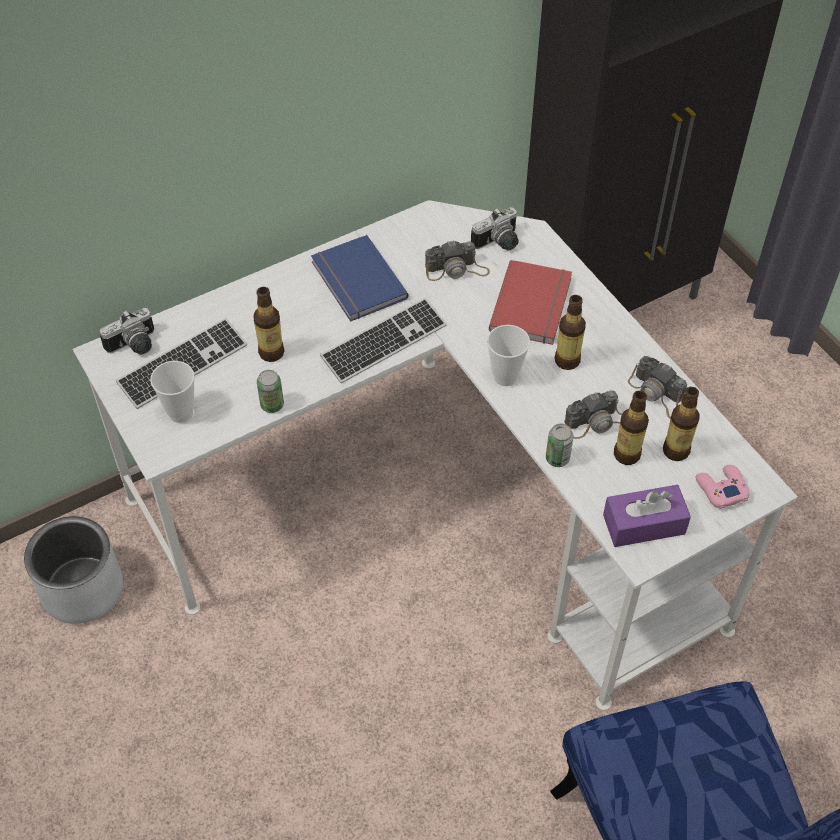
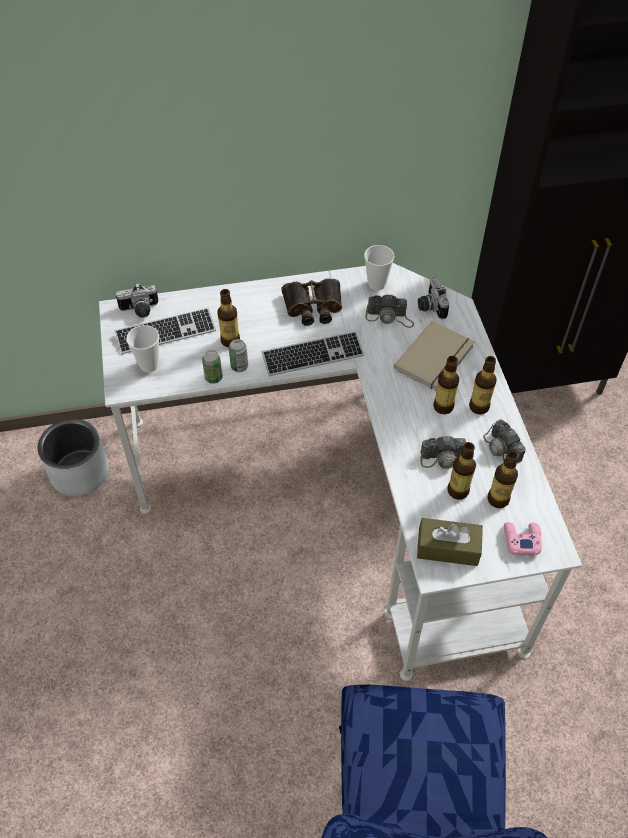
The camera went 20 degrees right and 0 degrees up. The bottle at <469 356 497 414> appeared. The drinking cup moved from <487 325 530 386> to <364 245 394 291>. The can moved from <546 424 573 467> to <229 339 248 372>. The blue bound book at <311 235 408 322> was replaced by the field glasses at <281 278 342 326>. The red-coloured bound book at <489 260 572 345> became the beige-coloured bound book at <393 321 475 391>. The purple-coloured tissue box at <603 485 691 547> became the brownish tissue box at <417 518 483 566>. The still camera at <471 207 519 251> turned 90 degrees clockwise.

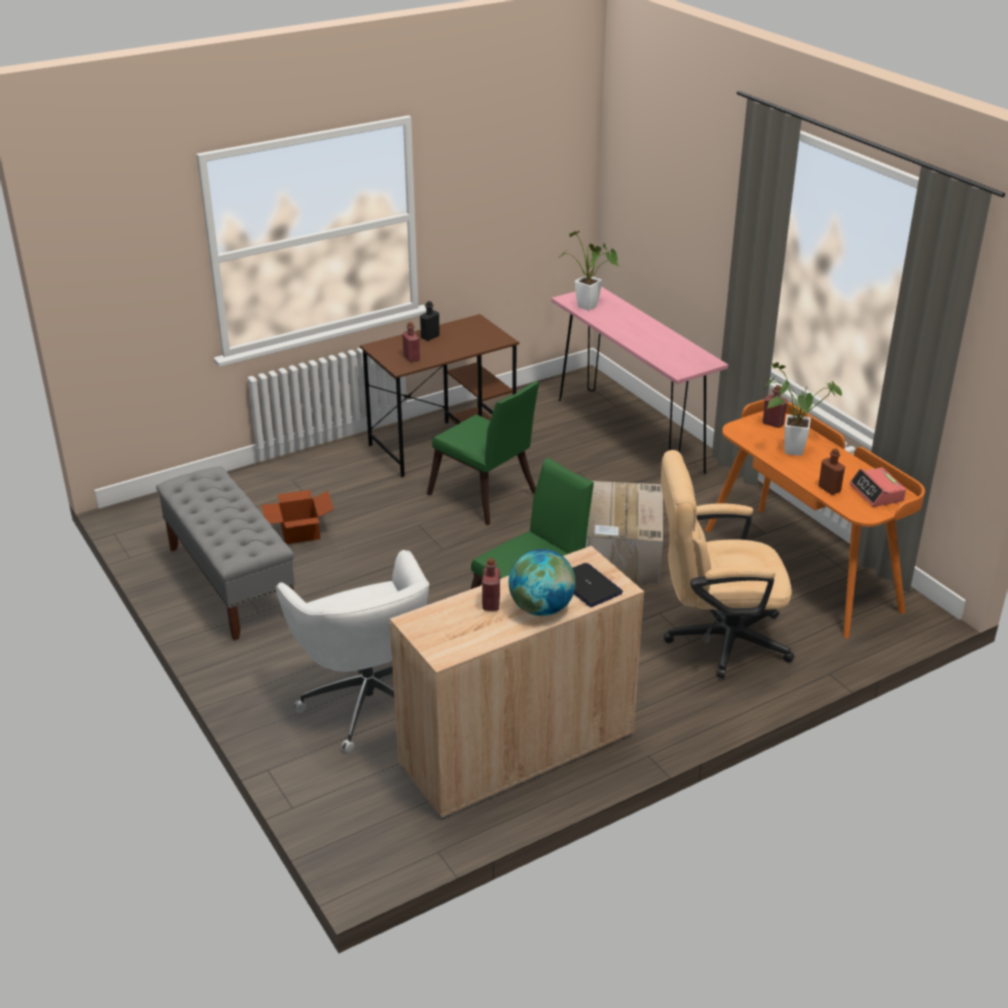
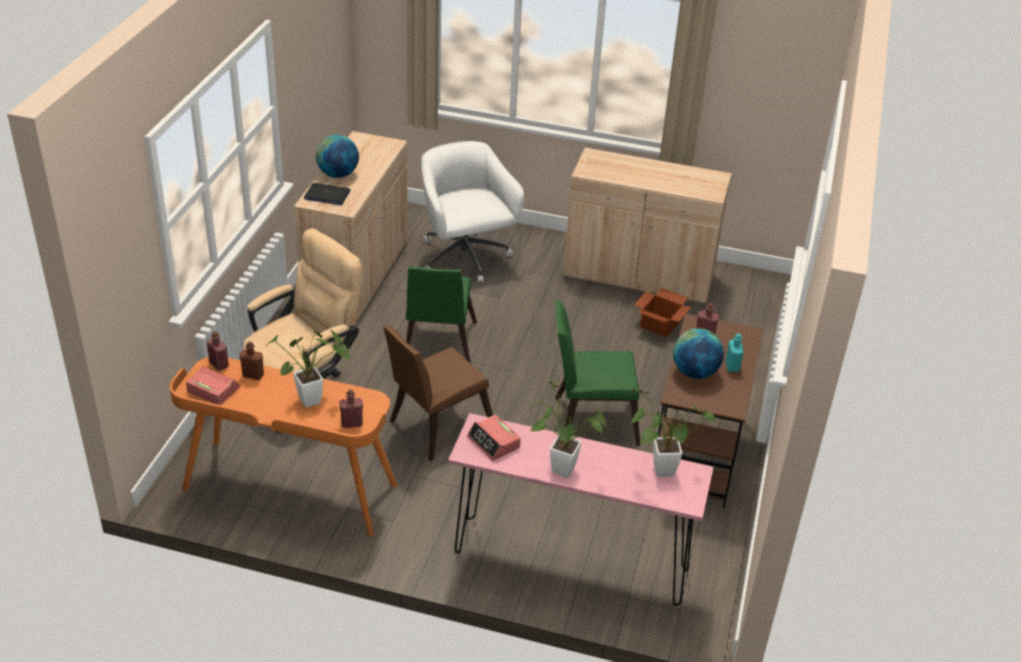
The camera went 135 degrees right and 5 degrees up. The table clock at <467 415 521 461> appeared. The houseplant at <529 379 606 478> appeared. The desk globe at <673 328 724 379> appeared. The red-coloured bottle moved from <482 558 500 611> to <207 331 229 371>. The grey indoor bench at <156 466 295 641> was replaced by the beige-coloured storage cabinet at <563 148 732 304>. The packing box at <585 481 663 584> was replaced by the brownish plain chair at <383 325 493 461>. The black-coloured bottle at <420 301 440 341> became the blue-green bottle at <725 333 744 372>. The white-coloured computer chair at <276 550 429 753> turned 45 degrees clockwise.

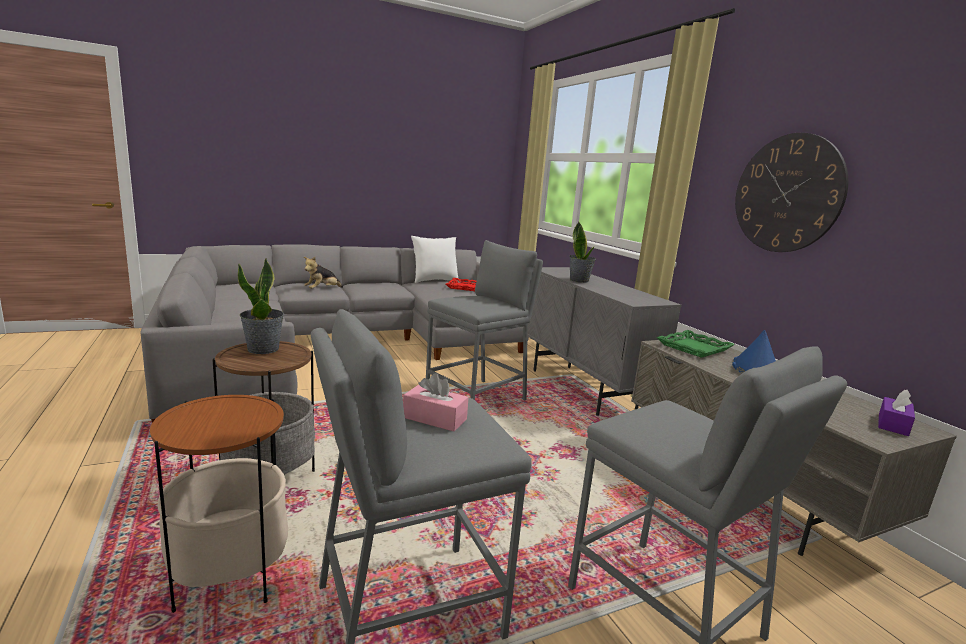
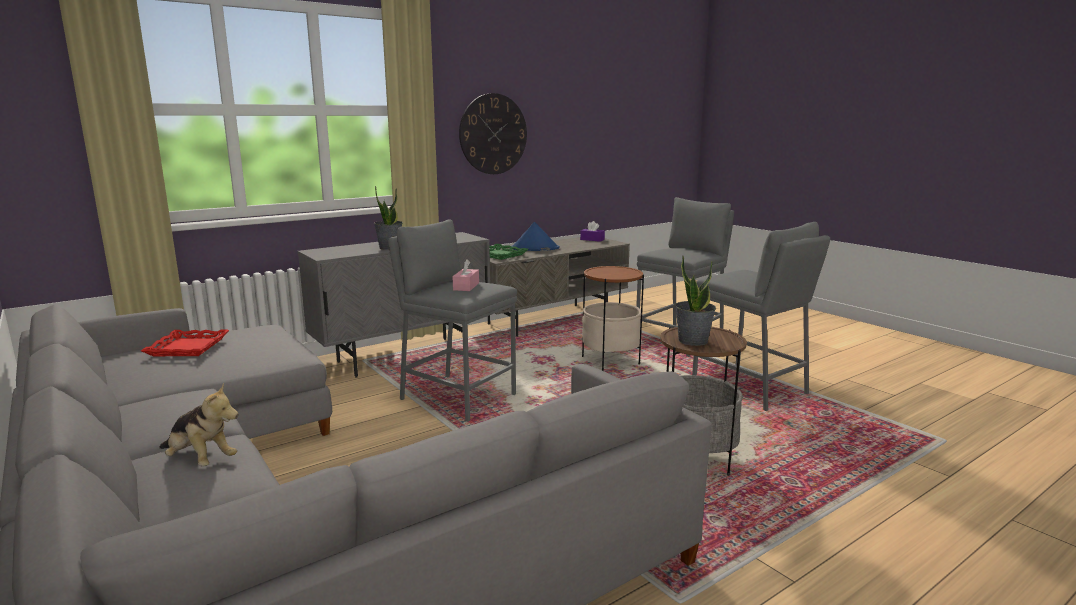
The camera went 100 degrees left and 0 degrees up. The white-coloured throw pillow at <411 236 459 283> disappeared. The end table moved from <150 395 288 613> to <582 266 644 371>. The pink tissue box moved from <403 373 469 432> to <452 259 479 291>.

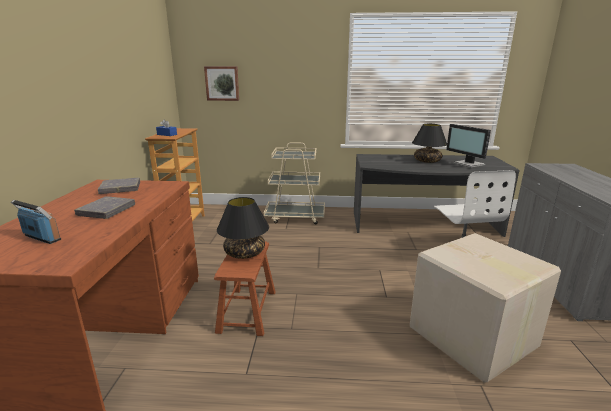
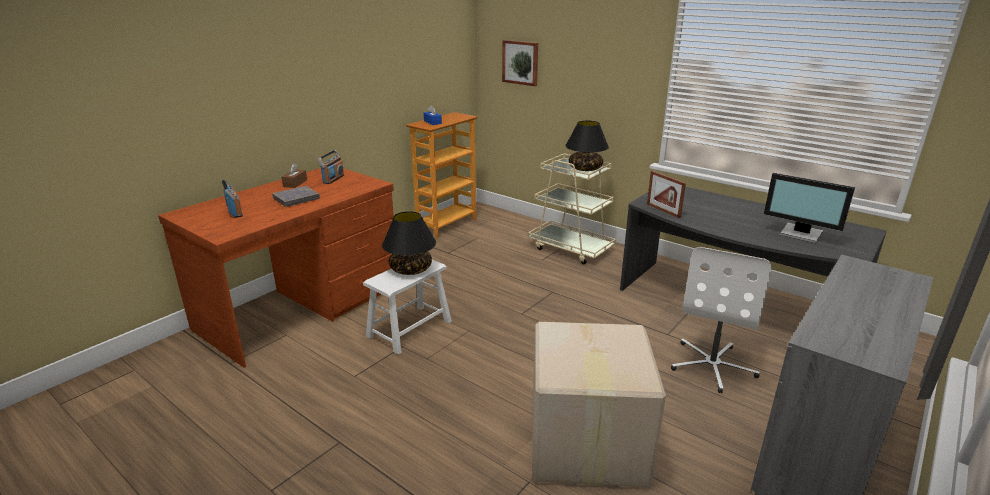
The camera went 35 degrees right and 5 degrees up. The brownish tissue box at <282 163 307 188> appeared. The picture frame at <647 171 686 218> appeared. The black-coloured table lamp moved from <412 124 448 163> to <565 121 609 171>. The grey bound book at <98 178 140 194> was replaced by the radio set at <318 150 344 184>. The brownish stool seat at <214 241 276 336> became the white-coloured stool seat at <363 260 452 354>. The computer screen at <446 124 491 167> turned 60 degrees counterclockwise.

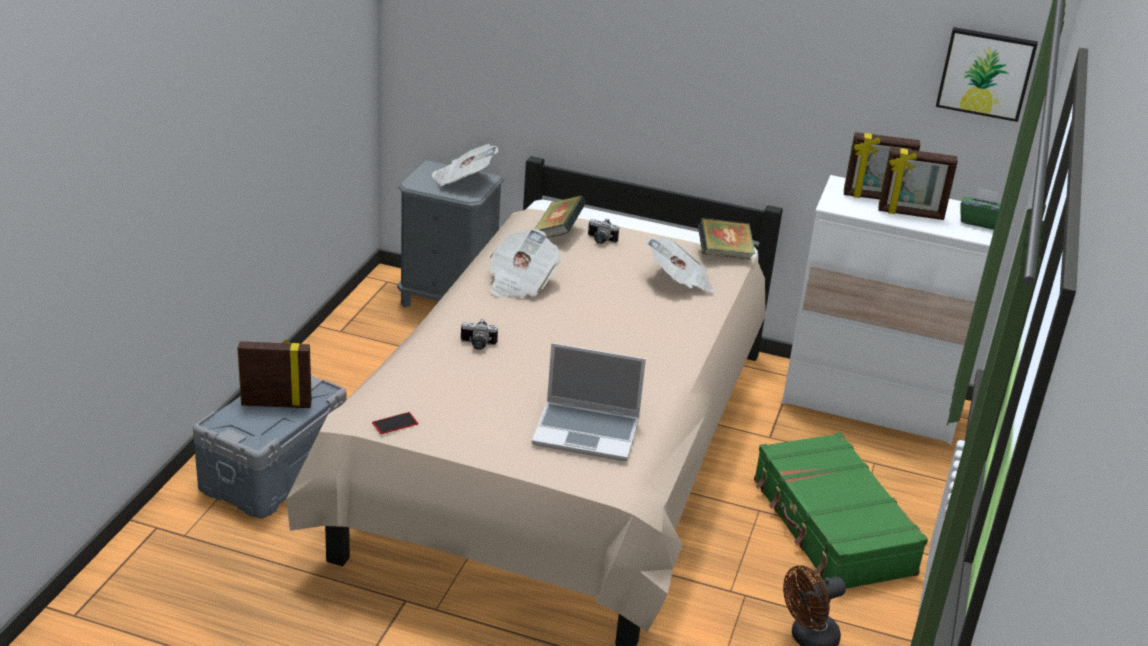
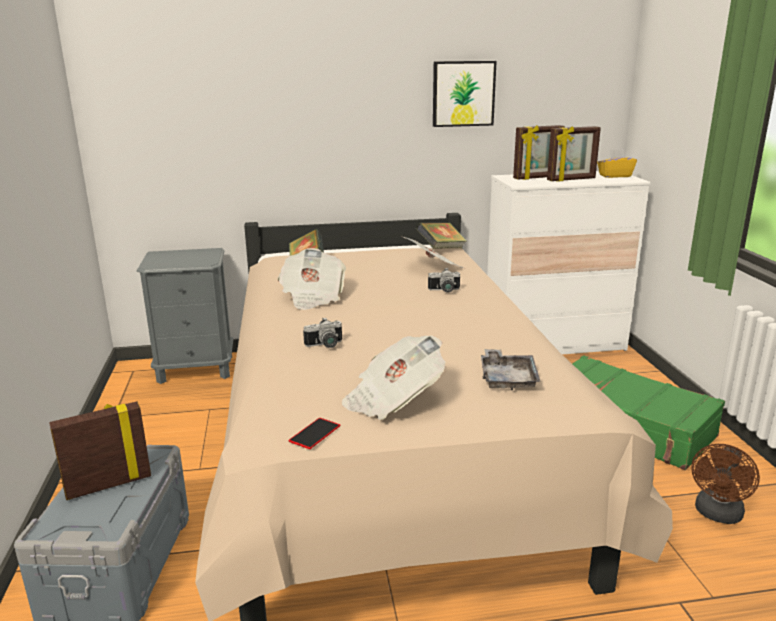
The camera went 25 degrees left and 10 degrees down. The daily paper moved from <432 144 498 187> to <342 335 445 420>. The still camera moved from <588 218 619 244> to <428 268 460 293>. The wall art moved from <936 27 1038 122> to <433 61 497 127>. The laptop at <532 343 646 461> was replaced by the grey carrying tray at <481 349 541 390>. The green tissue box at <960 188 1001 230> became the yellow tissue box at <597 149 637 178>.

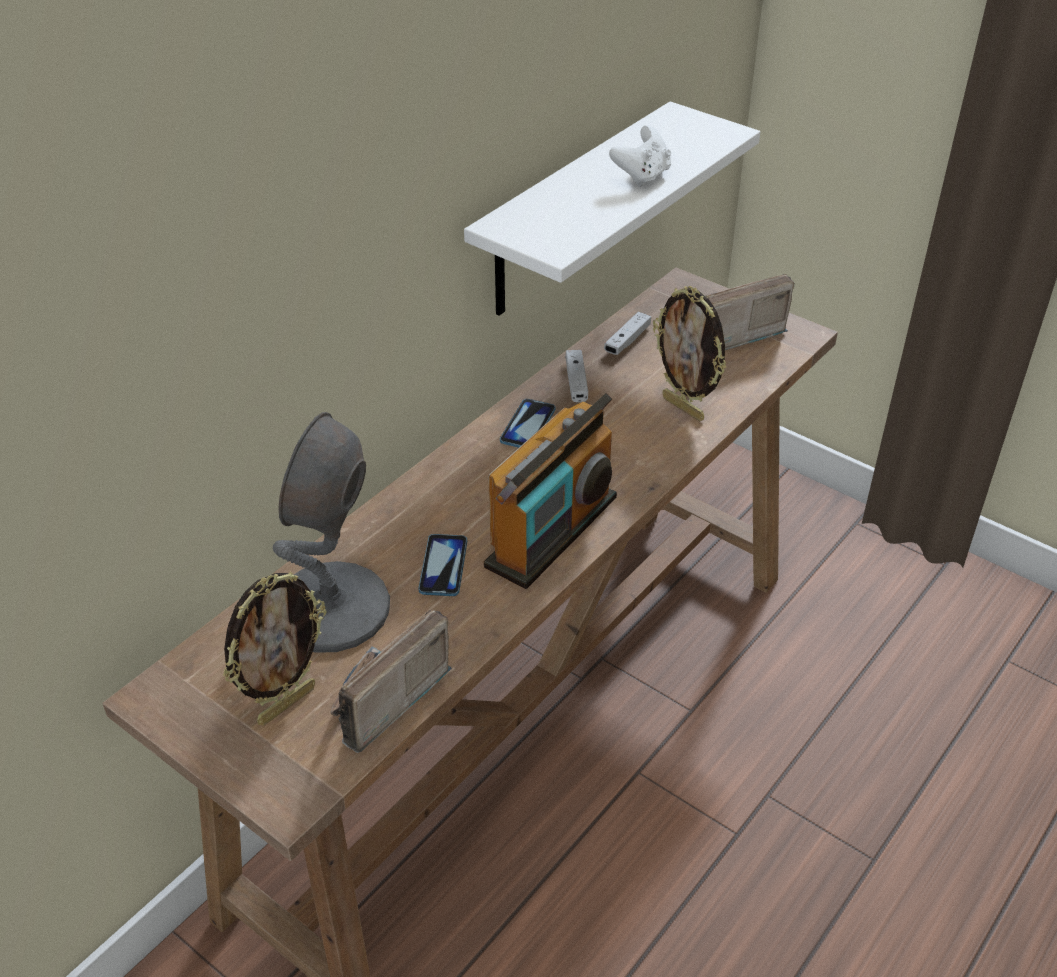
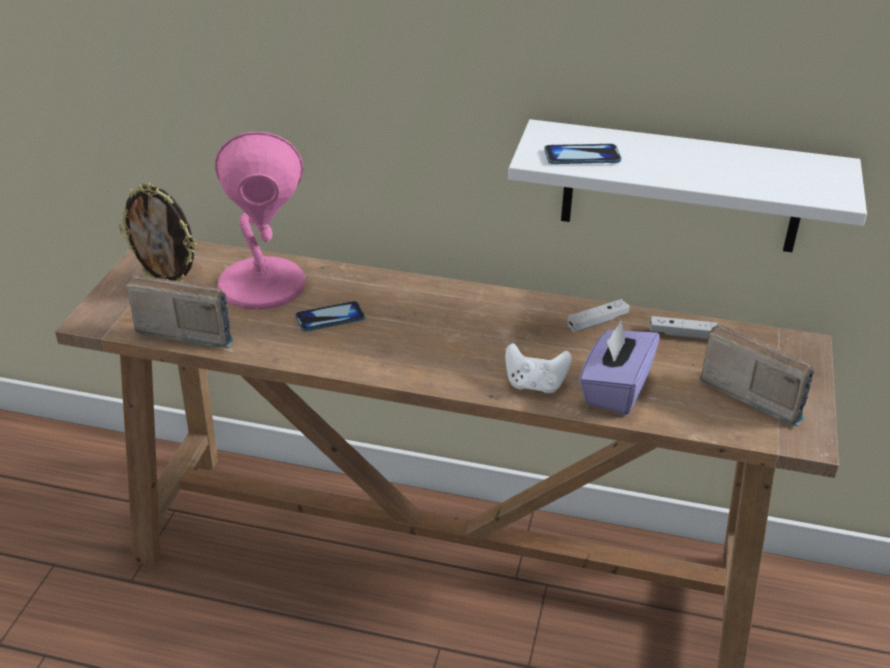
The camera went 65 degrees right and 5 degrees down. The radio set at <484 393 617 589> disappeared. The phone moved from <500 399 555 448> to <544 144 621 164>. The white-coloured game controller moved from <609 126 671 187> to <505 343 572 394>. The picture frame at <653 286 726 421> was replaced by the purple-coloured tissue box at <579 321 660 415>. The grey table lamp at <273 412 390 652> became the pink table lamp at <215 132 305 310>.

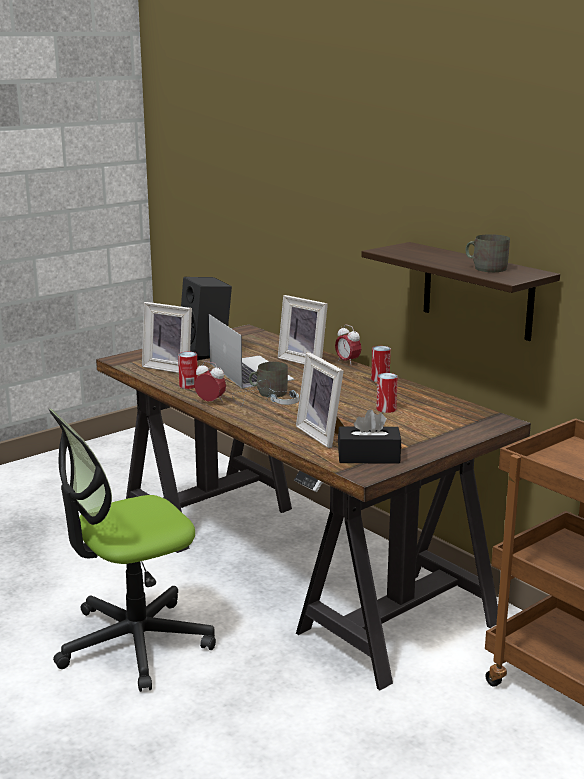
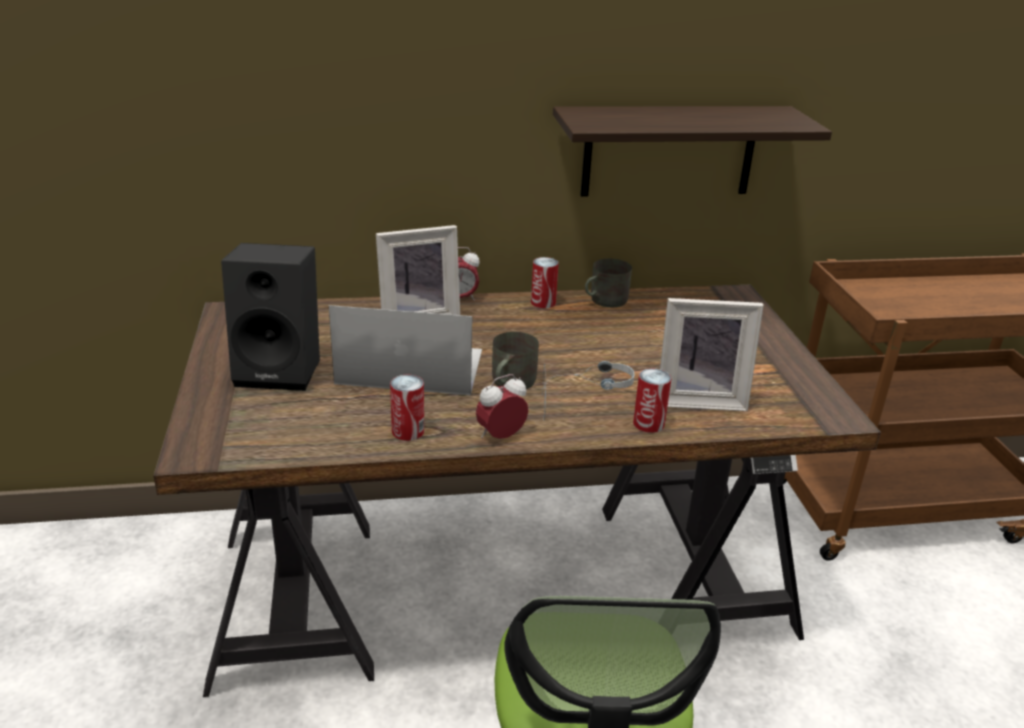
The camera went 60 degrees left and 10 degrees up. The picture frame at <142 302 192 373> disappeared. The black-coloured tissue box at <338 409 401 464> disappeared. The can moved from <376 373 398 413> to <633 368 671 433>. The grey mug moved from <466 234 510 272> to <585 259 632 307>.

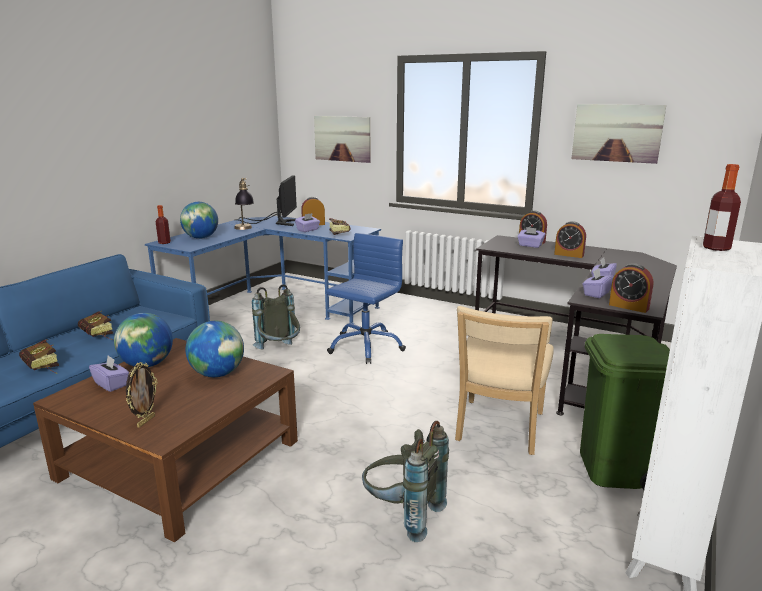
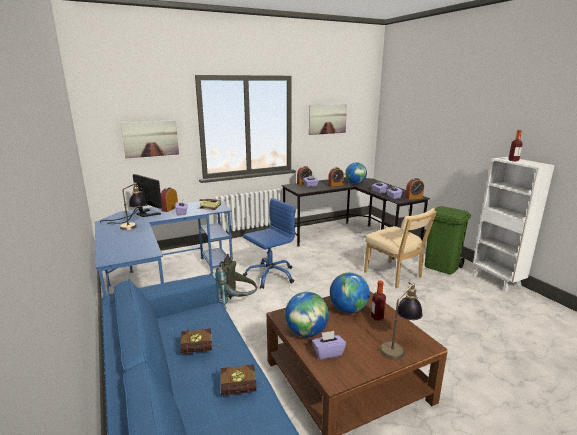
The camera went 55 degrees left and 0 degrees up. The grey backpack at <362 421 449 542> disappeared. The bottle moved from <156 205 171 244> to <371 281 386 321>. The desk globe moved from <180 202 218 239> to <345 162 367 184>. The picture frame at <126 362 158 428> was replaced by the table lamp at <380 282 423 360>. The blue computer chair at <326 233 406 364> turned 75 degrees clockwise.

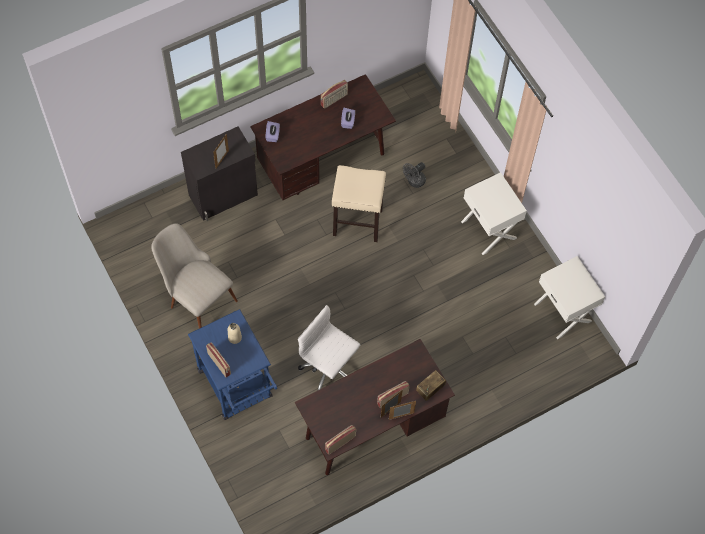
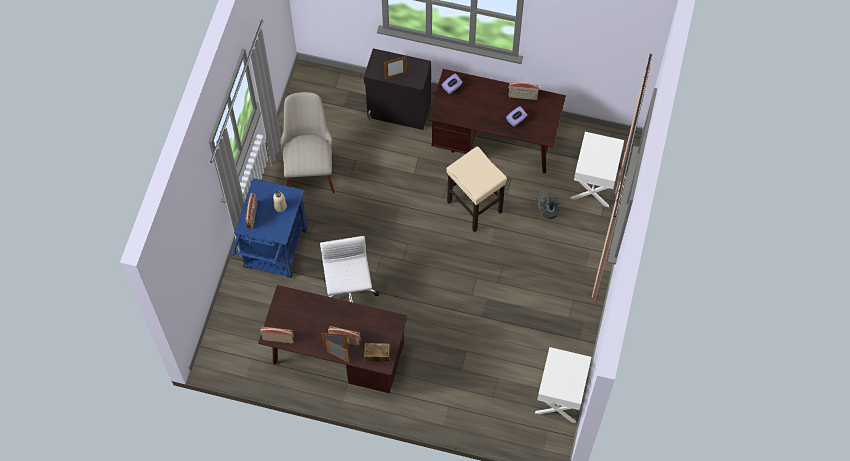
The camera went 45 degrees right and 0 degrees up. The white-coloured nightstand moved from <461 172 527 255> to <571 132 624 207>.

